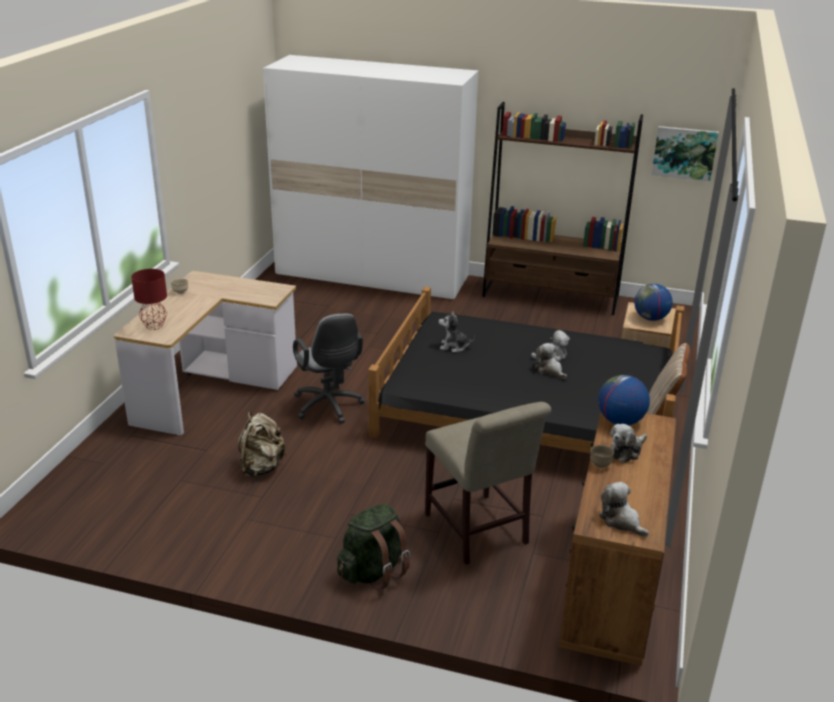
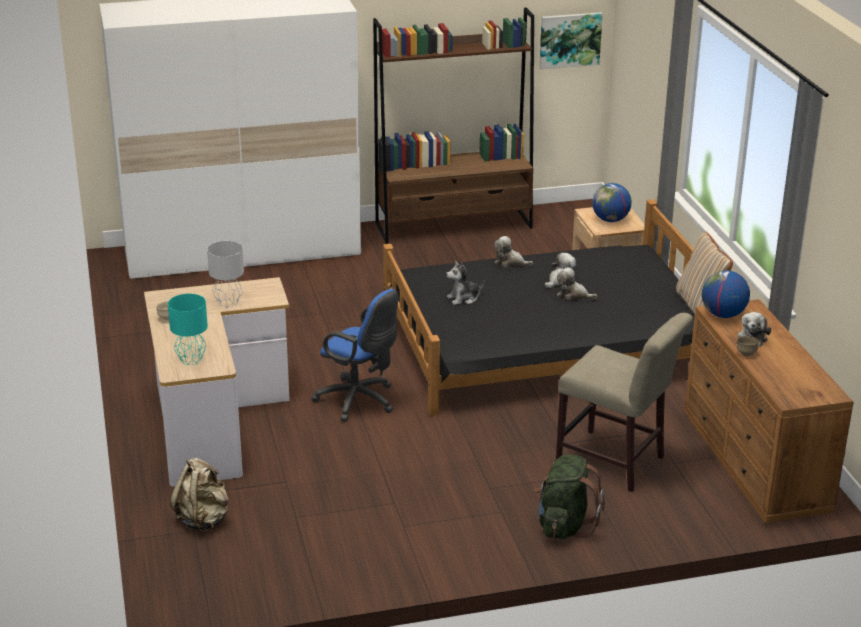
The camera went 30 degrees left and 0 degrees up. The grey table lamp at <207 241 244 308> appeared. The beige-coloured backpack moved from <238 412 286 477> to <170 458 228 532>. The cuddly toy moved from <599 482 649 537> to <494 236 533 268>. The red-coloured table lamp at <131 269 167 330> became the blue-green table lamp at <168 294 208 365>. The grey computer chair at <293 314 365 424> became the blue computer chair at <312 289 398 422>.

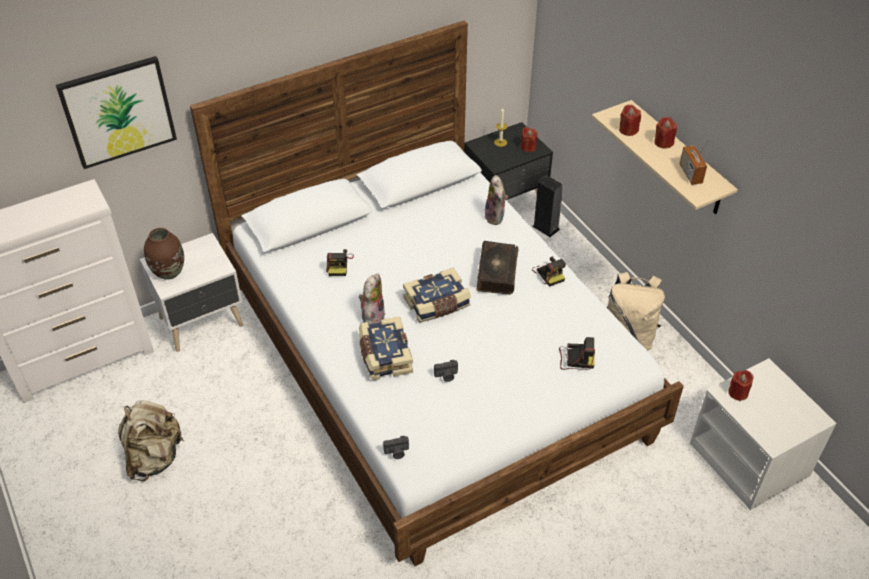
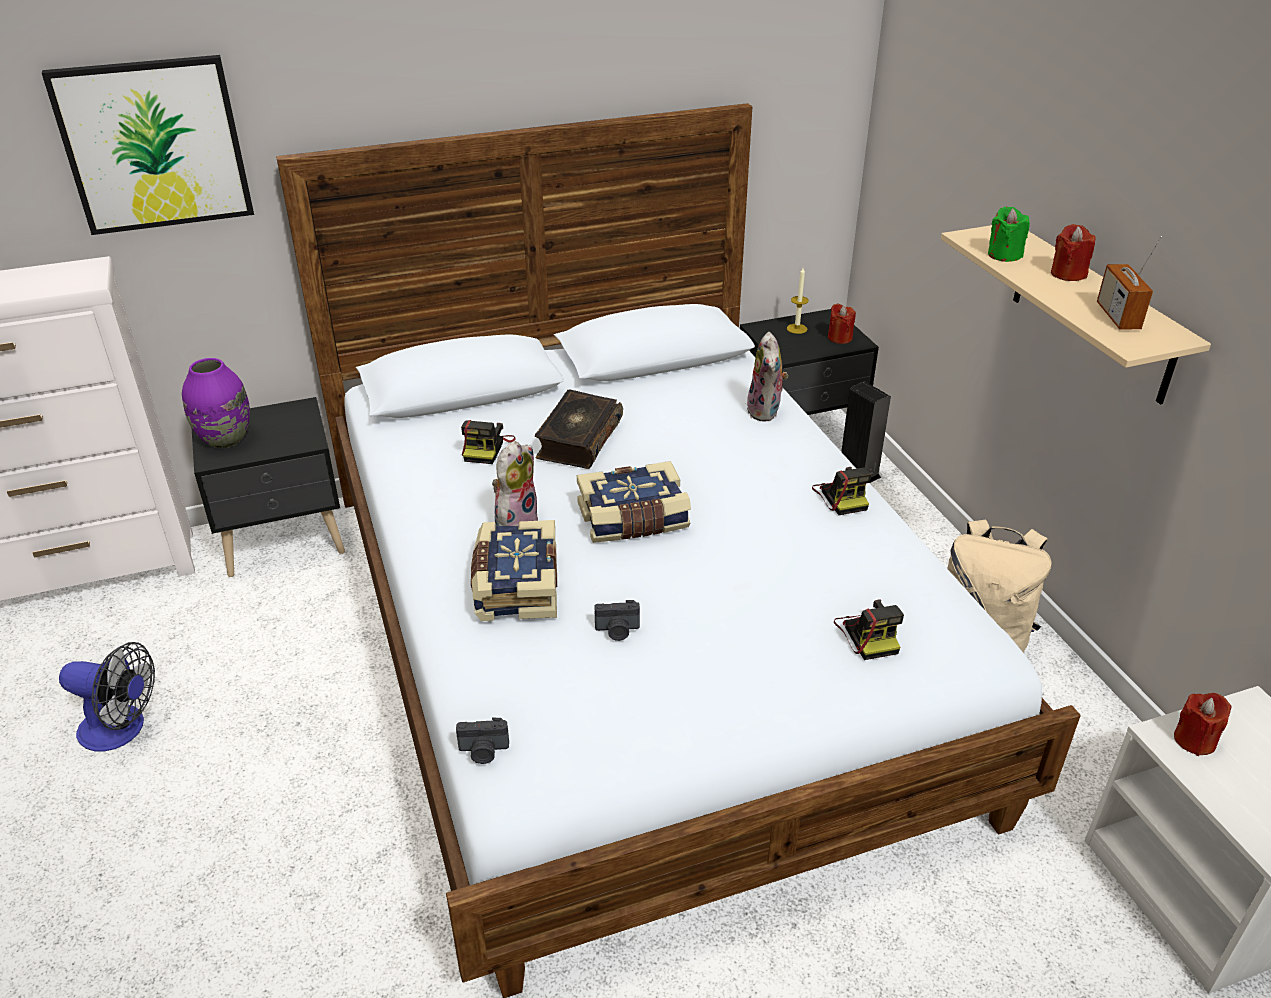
The camera went 10 degrees right and 10 degrees down. The bound book moved from <477 241 518 295> to <535 389 623 469>. The beige-coloured backpack at <118 400 184 481> was replaced by the fan at <59 642 155 752>. The white-coloured nightstand at <140 233 243 352> became the black-coloured nightstand at <192 397 345 577>. The brownish vase at <144 228 184 280> became the purple-coloured vase at <182 358 250 448>. The red-coloured wax light at <619 105 641 136> became the green wax light at <988 207 1030 262>. The still camera at <559 337 595 370> turned 60 degrees clockwise.

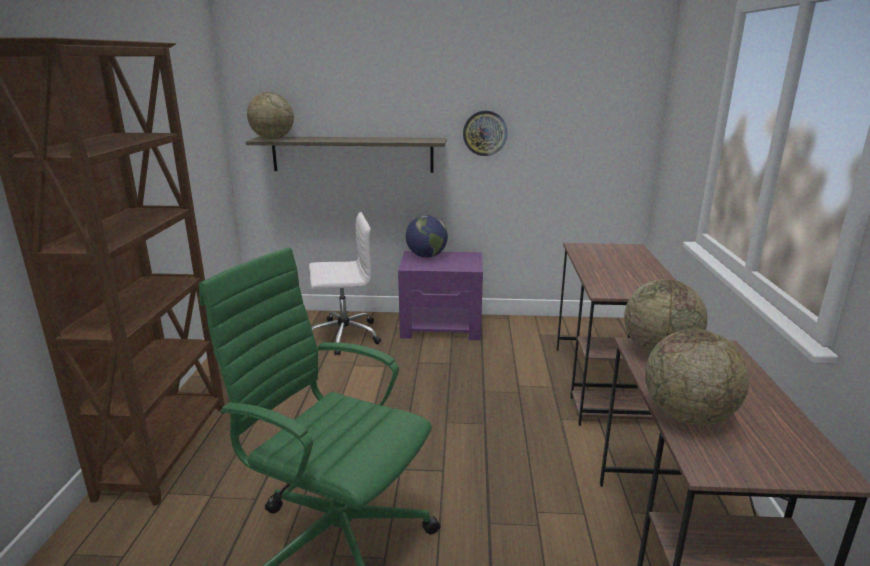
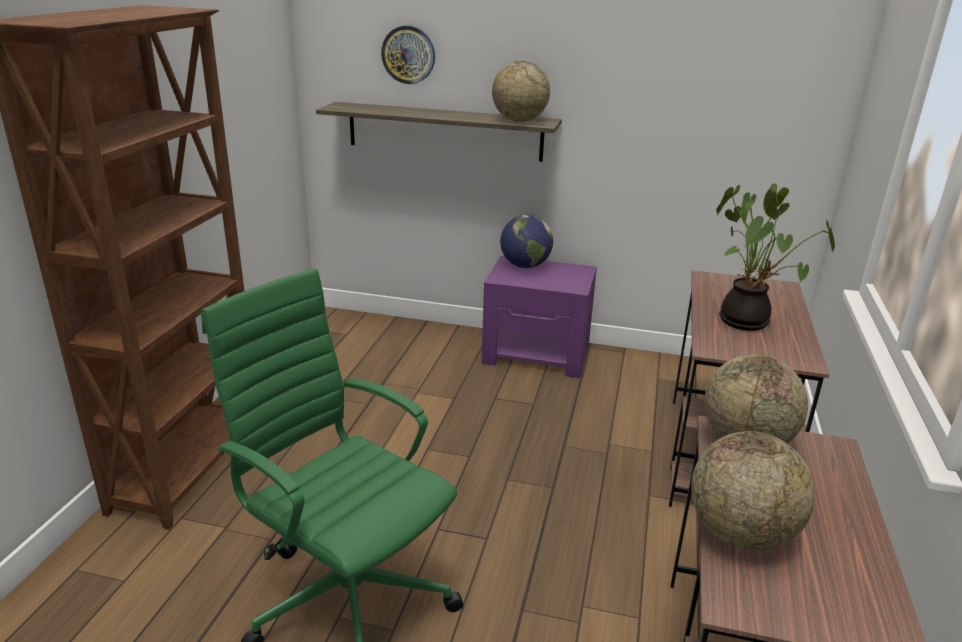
The camera went 10 degrees right and 5 degrees up. The white-coloured computer chair at <309 212 381 356> disappeared. The houseplant at <716 183 835 331> appeared. The desk globe moved from <247 92 294 139> to <492 61 550 122>. The hanging clock moved from <463 111 507 156> to <381 25 435 84>.

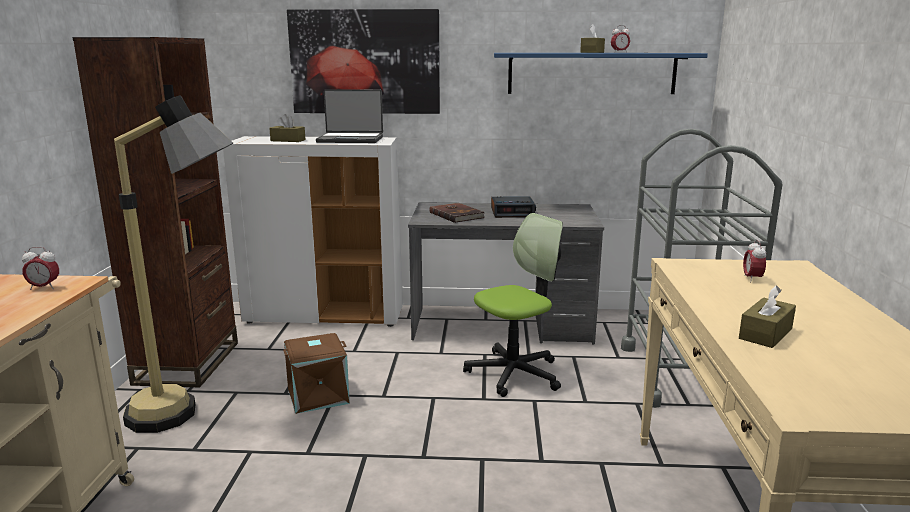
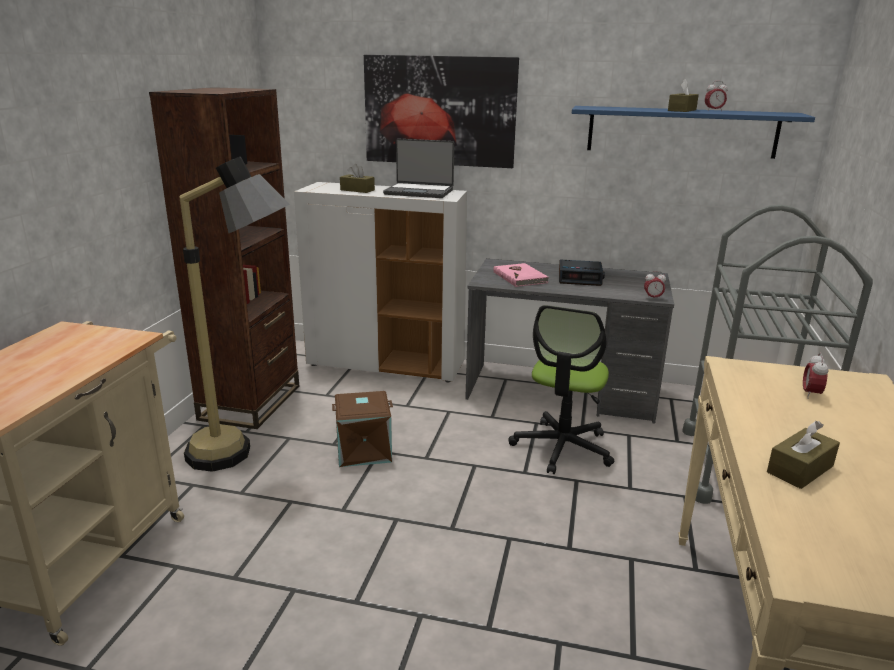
The camera went 10 degrees right and 5 degrees up. The table clock moved from <22 247 59 290> to <644 271 666 300>. The brownish bound book at <430 203 485 223> became the pink bound book at <493 263 549 287>. The computer chair at <463 213 563 397> turned 135 degrees clockwise.

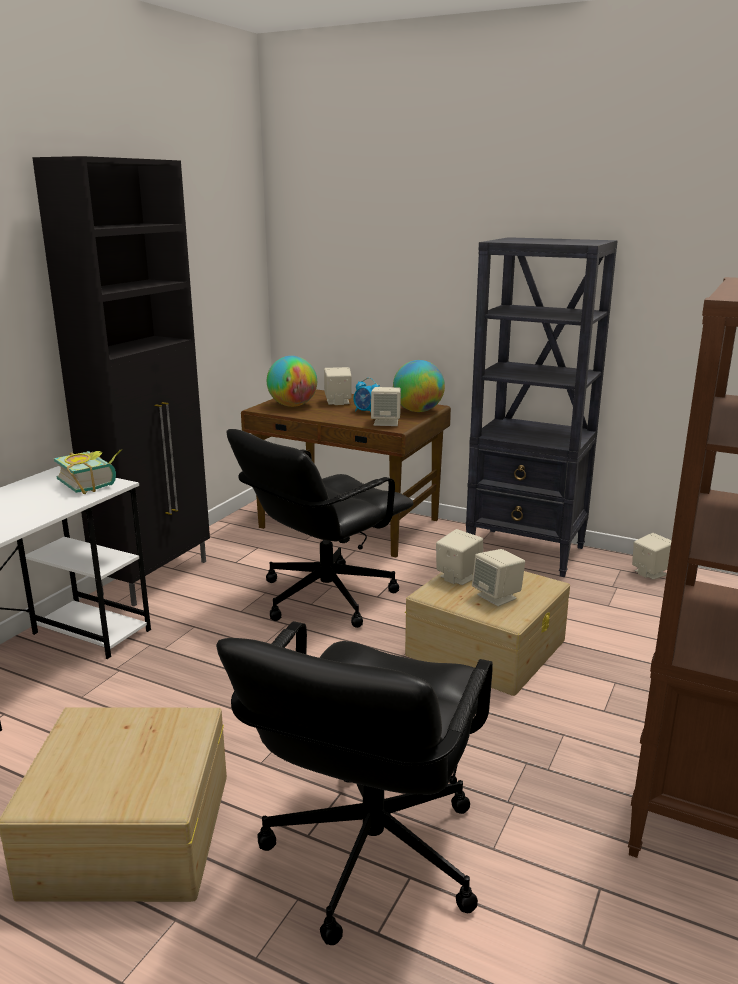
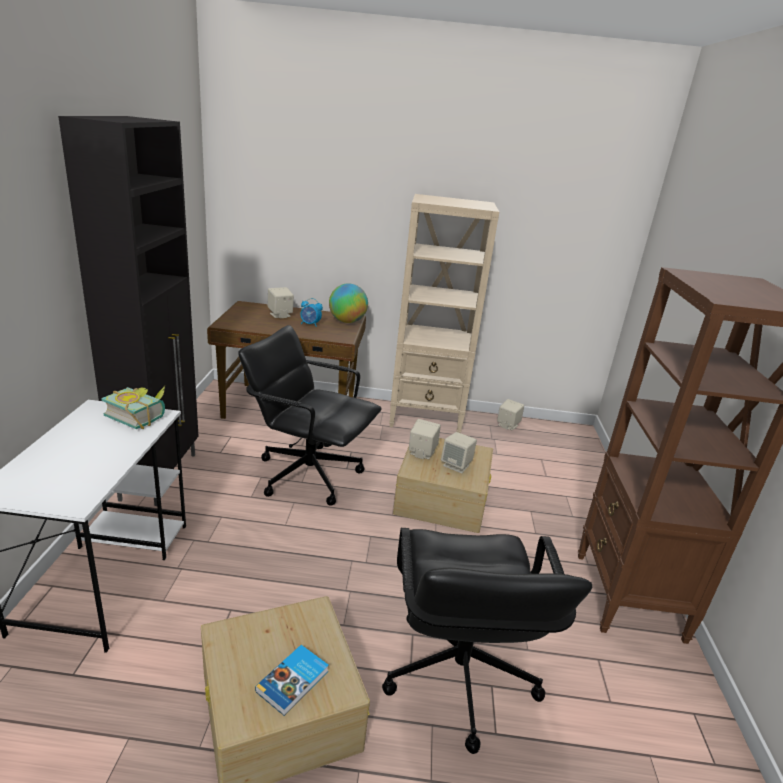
The camera went 25 degrees left and 5 degrees up. The desk globe at <267 356 317 407> disappeared. The beige-coloured speaker at <371 387 401 426> disappeared. The bound book at <255 645 329 716> appeared. The black-coloured shelving unit at <466 237 618 577> became the beige-coloured shelving unit at <389 194 499 433>. The black-coloured computer chair at <227 429 414 628> turned 90 degrees clockwise.

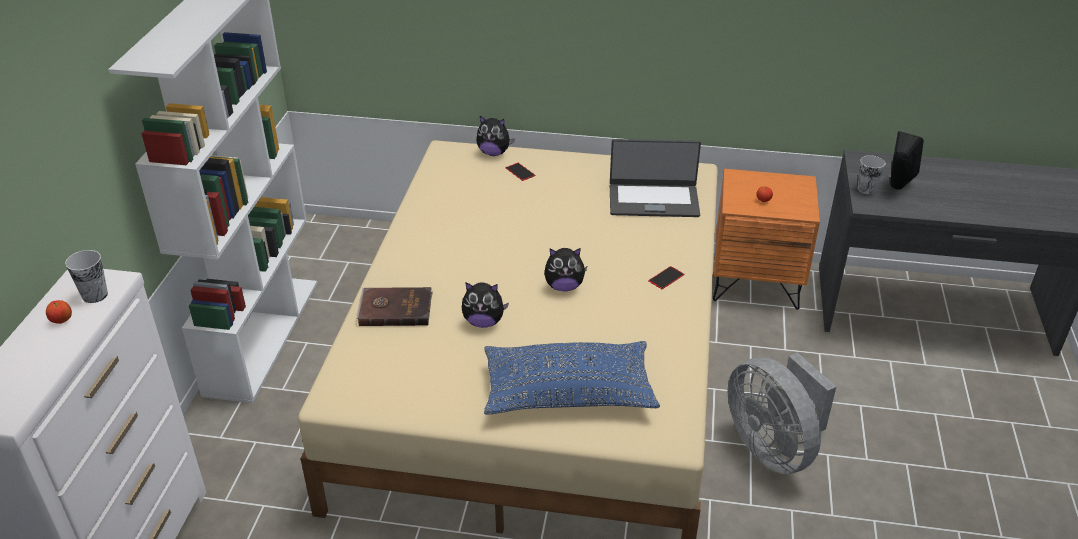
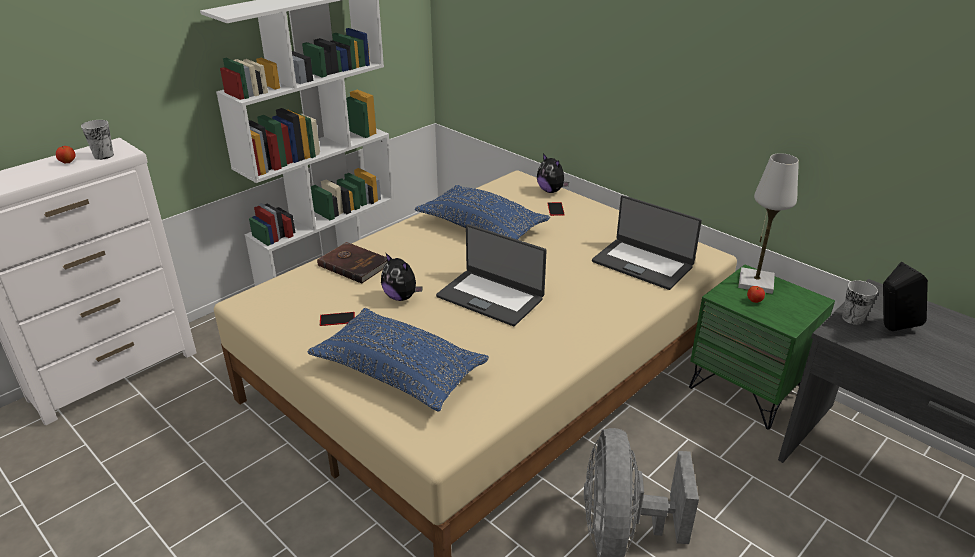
The camera went 35 degrees right and 5 degrees down. The blue throw pillow at <415 185 550 240> appeared. The white-coloured table lamp at <738 153 799 294> appeared. The phone moved from <648 266 684 289> to <320 312 355 326>. The cuddly toy at <544 248 587 291> was replaced by the laptop at <436 224 547 326>. The orange-coloured nightstand at <713 169 820 310> became the green nightstand at <689 265 835 430>.

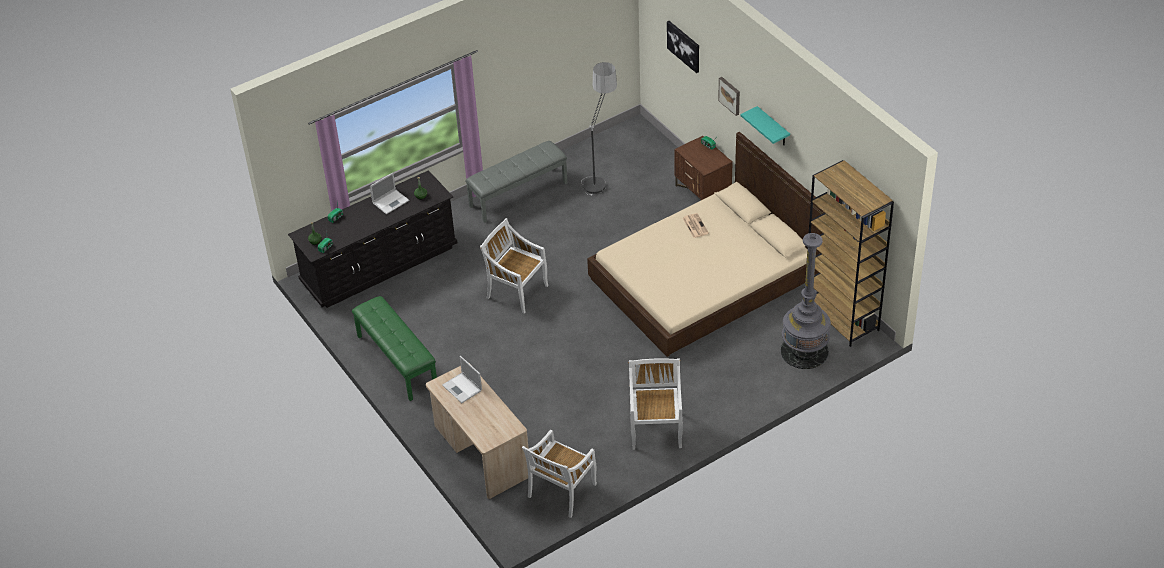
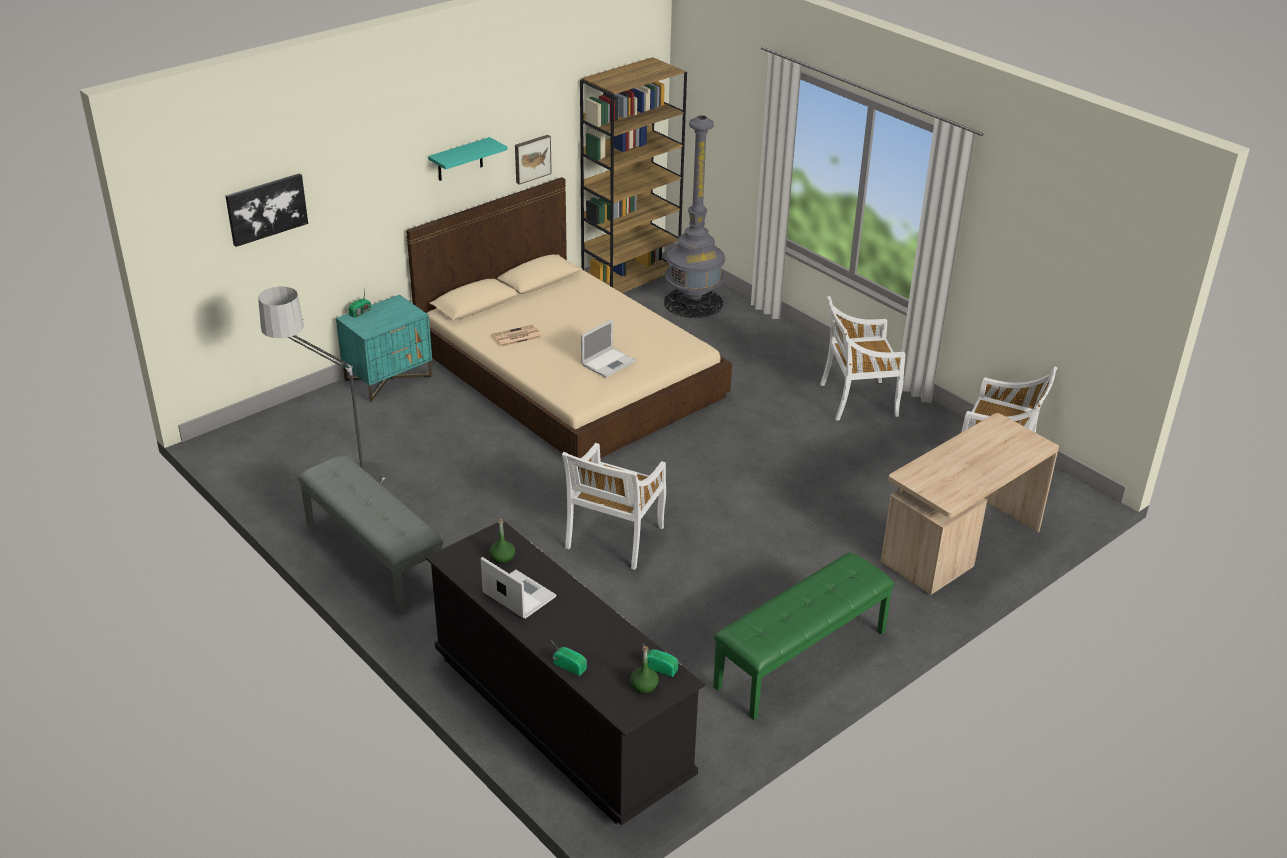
The camera went 100 degrees left and 10 degrees down. The laptop moved from <442 356 482 403> to <581 320 636 378>. The wall art moved from <718 77 740 116> to <515 135 552 185>. The brownish nightstand at <674 136 733 200> became the blue-green nightstand at <336 295 432 403>.

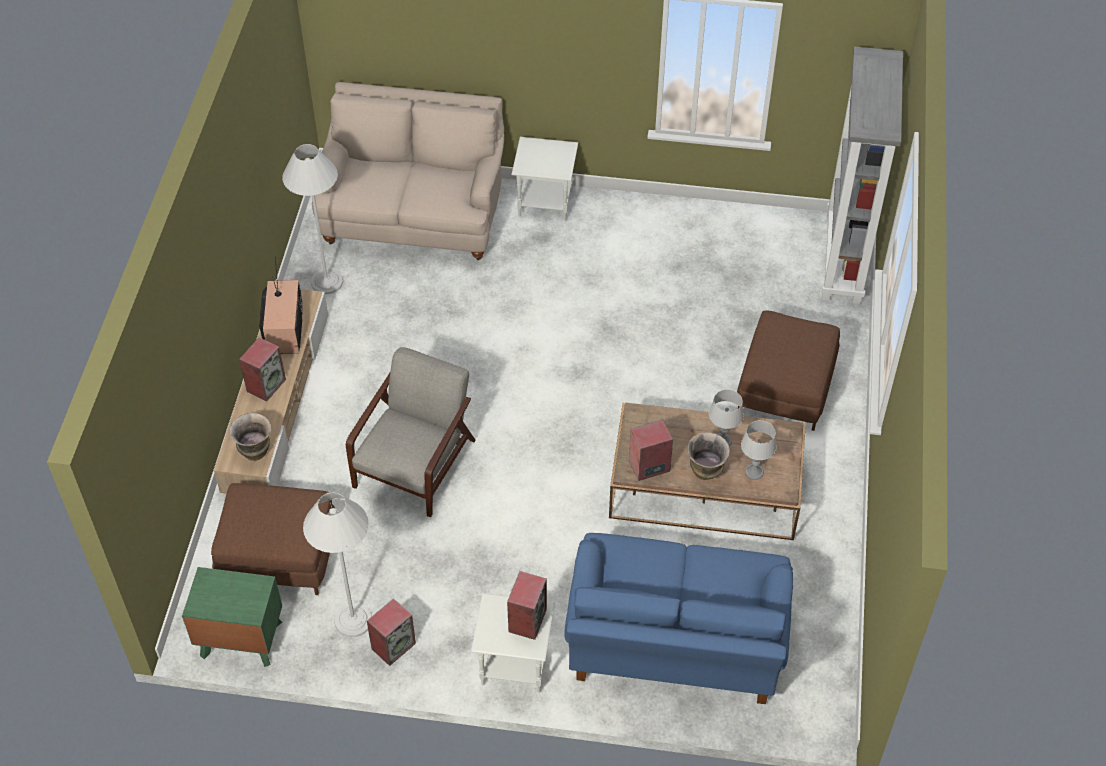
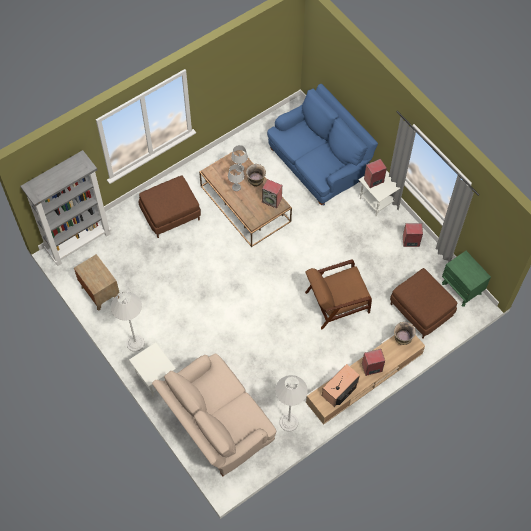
The camera went 135 degrees left and 10 degrees up. The brownish nightstand at <74 254 120 311> appeared. The white-coloured floor lamp moved from <303 492 372 637> to <111 292 145 352>. The grey lounge chair at <346 347 476 517> became the brownish lounge chair at <305 259 372 330>.

